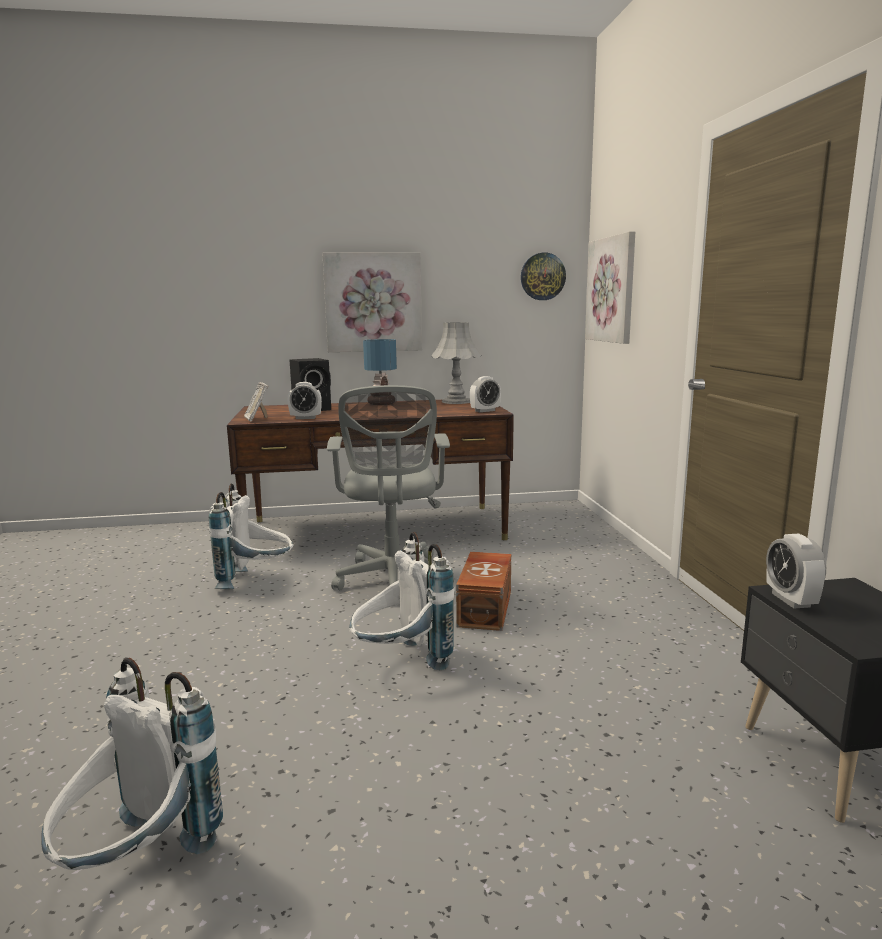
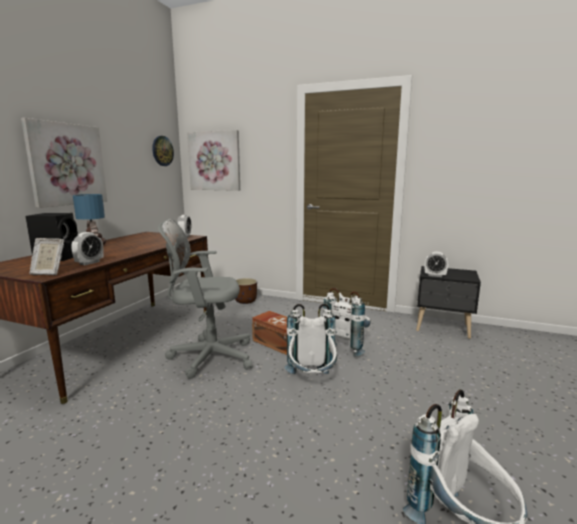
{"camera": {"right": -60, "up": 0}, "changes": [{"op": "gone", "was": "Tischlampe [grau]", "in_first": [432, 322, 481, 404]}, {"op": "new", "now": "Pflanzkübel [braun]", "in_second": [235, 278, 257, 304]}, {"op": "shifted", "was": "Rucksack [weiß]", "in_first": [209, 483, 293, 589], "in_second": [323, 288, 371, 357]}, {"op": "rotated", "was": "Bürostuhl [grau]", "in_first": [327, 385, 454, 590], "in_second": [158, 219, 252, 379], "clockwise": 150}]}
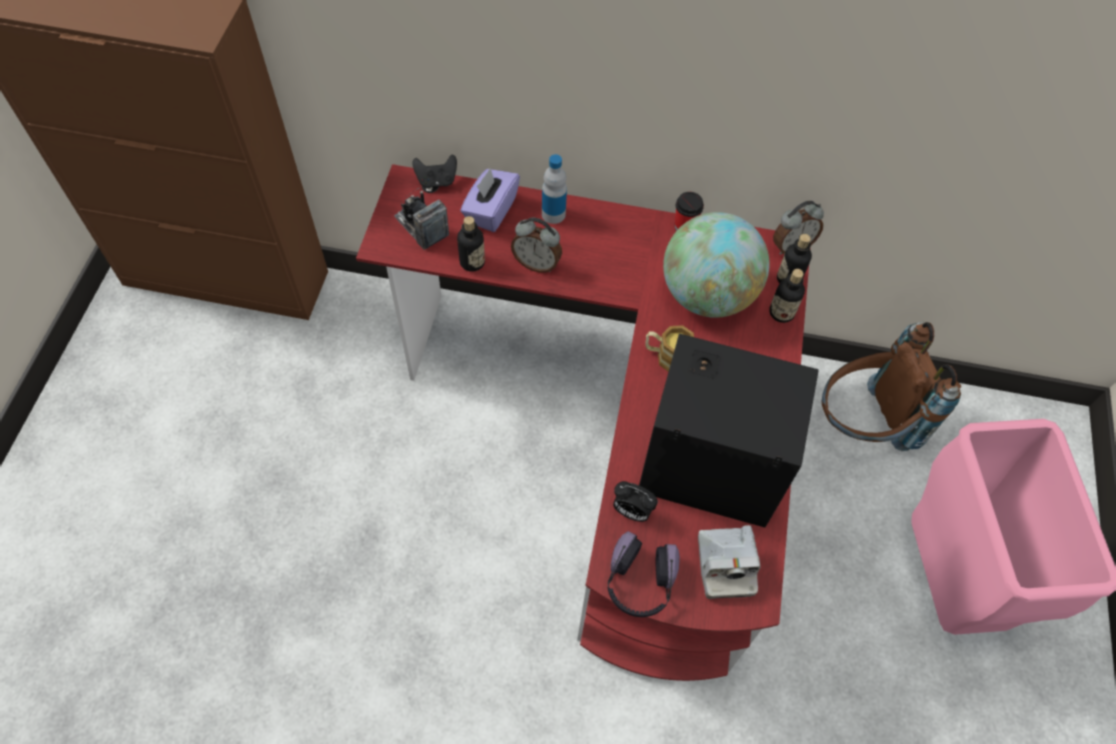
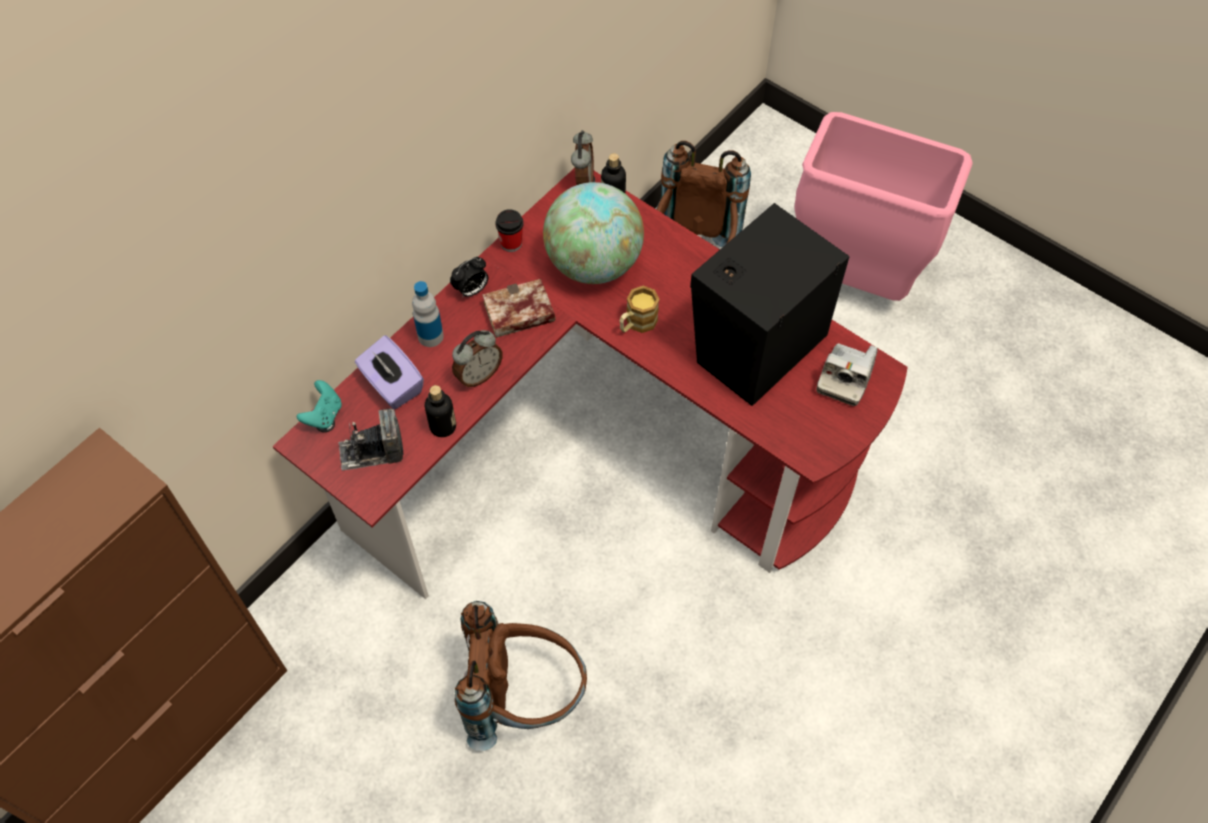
{"camera": {"right": -60, "up": 0}, "changes": [{"op": "gone", "was": "Kopfhörer", "in_first": [608, 531, 680, 617]}, {"op": "gone", "was": "Flasche", "in_first": [769, 269, 805, 323]}, {"op": "new", "now": "Rucksack [braun]", "in_second": [455, 601, 587, 751]}, {"op": "new", "now": "Buch", "in_second": [482, 279, 556, 338]}, {"op": "shifted", "was": "Wecker", "in_first": [613, 481, 658, 522], "in_second": [450, 257, 488, 298]}, {"op": "repainted", "was": "Gamepad [schwarz]", "now": "Gamepad [türkis]", "in_first": [412, 154, 457, 188], "in_second": [297, 380, 342, 429]}, {"op": "rotated", "was": "Kamera", "in_first": [698, 525, 760, 599], "in_second": [816, 343, 878, 406], "clockwise": 90}]}
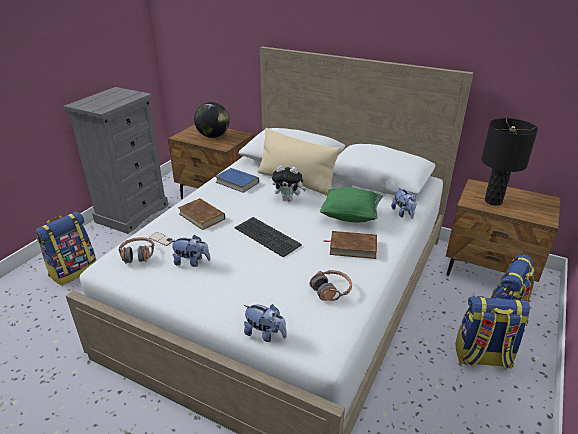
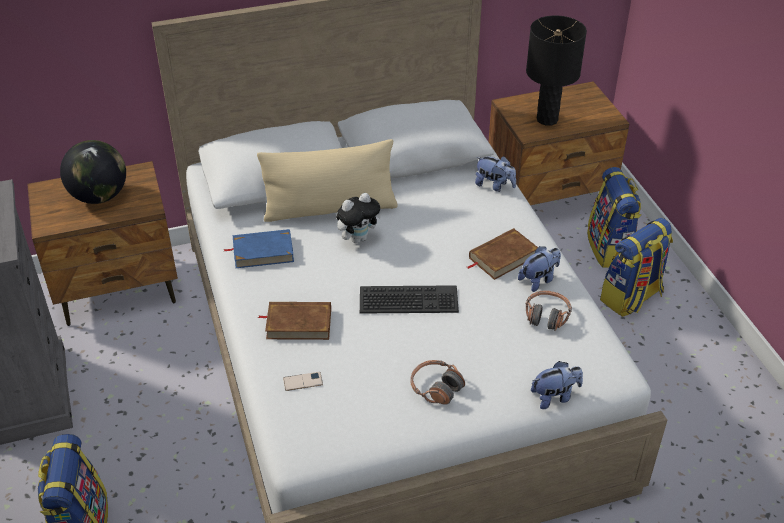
{"camera": {"right": -45, "up": 10}, "changes": [{"op": "gone", "was": "Kissen [grün]", "in_first": [320, 187, 383, 222]}, {"op": "shifted", "was": "Kopfhörer", "in_first": [118, 237, 154, 264], "in_second": [411, 360, 465, 405]}, {"op": "shifted", "was": "Plüschtier", "in_first": [170, 235, 211, 267], "in_second": [518, 246, 561, 292]}]}
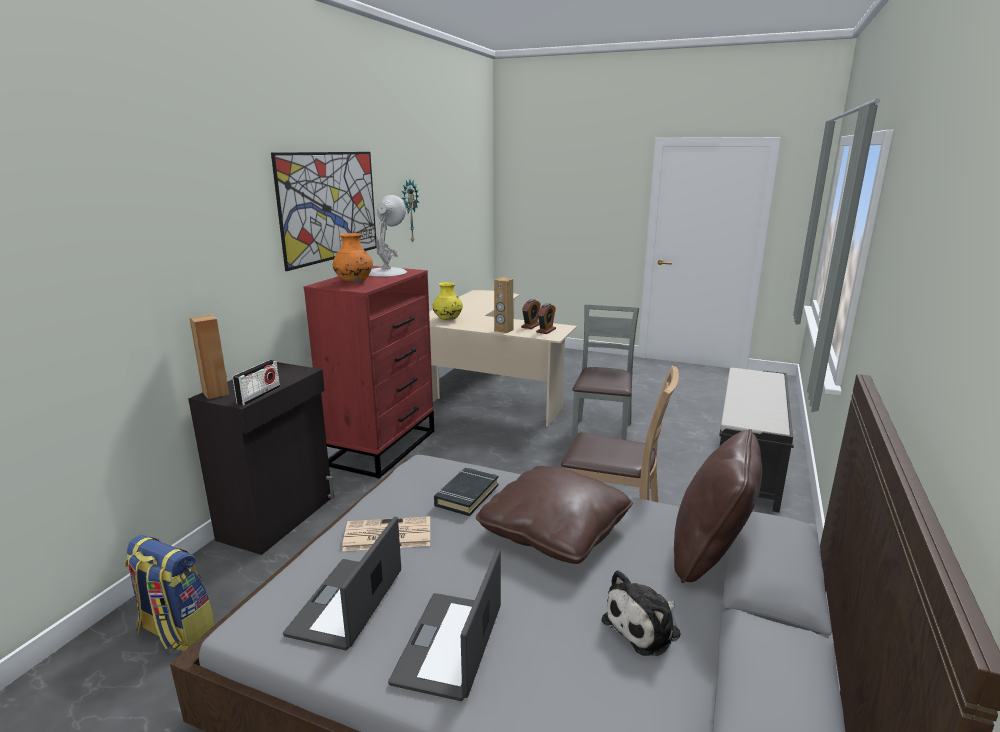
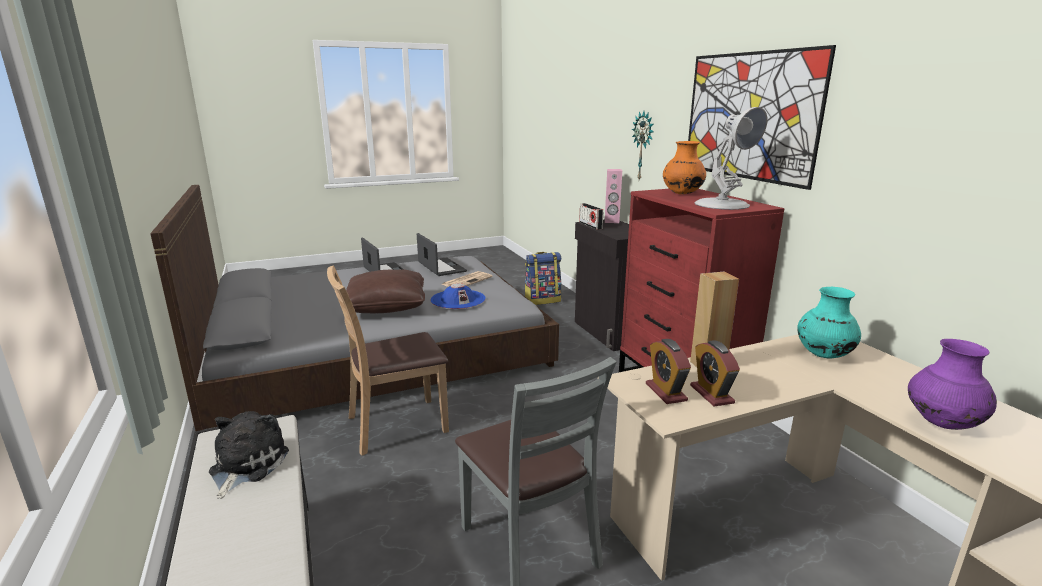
{"camera": {"right": 135, "up": 0}, "changes": [{"op": "gone", "was": "Kissen [braun]", "in_first": [674, 429, 762, 583]}, {"op": "new", "now": "Vase [lila]", "in_second": [908, 339, 997, 430]}, {"op": "shifted", "was": "Wanduhr", "in_first": [402, 180, 419, 242], "in_second": [632, 111, 654, 180]}, {"op": "shifted", "was": "Plüschtier", "in_first": [601, 570, 681, 656], "in_second": [209, 411, 289, 499]}, {"op": "swapped", "was": "Buch [schwarz]", "now": "Hut [blau]", "in_first": [434, 467, 499, 516], "in_second": [430, 283, 486, 309]}, {"op": "repainted", "was": "Lautsprecher [braun]", "now": "Lautsprecher [rosa]", "in_first": [189, 314, 229, 399], "in_second": [605, 169, 622, 223]}, {"op": "repainted", "was": "Vase [gelb]", "now": "Vase [türkis]", "in_first": [432, 282, 463, 320], "in_second": [797, 287, 861, 359]}]}
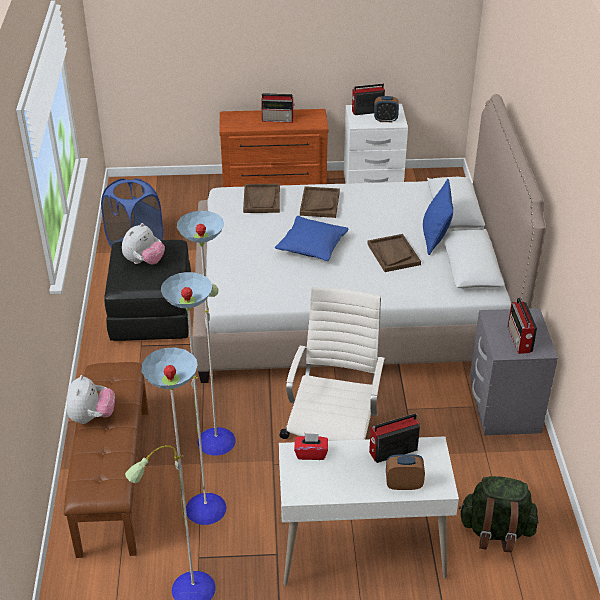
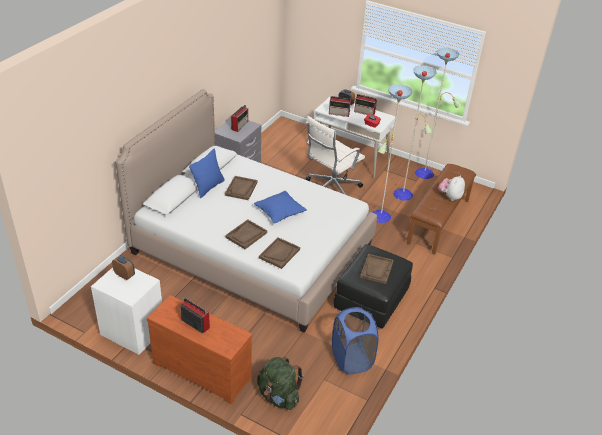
{"camera": {"right": -150, "up": 0}, "changes": [{"op": "shifted", "was": "Radio", "in_first": [352, 84, 385, 115], "in_second": [354, 94, 377, 115]}, {"op": "shifted", "was": "Rucksack [grün]", "in_first": [459, 476, 539, 552], "in_second": [257, 357, 303, 410]}, {"op": "swapped", "was": "Plüschtier", "now": "Tablett [braun]", "in_first": [122, 223, 165, 265], "in_second": [360, 254, 394, 284]}]}
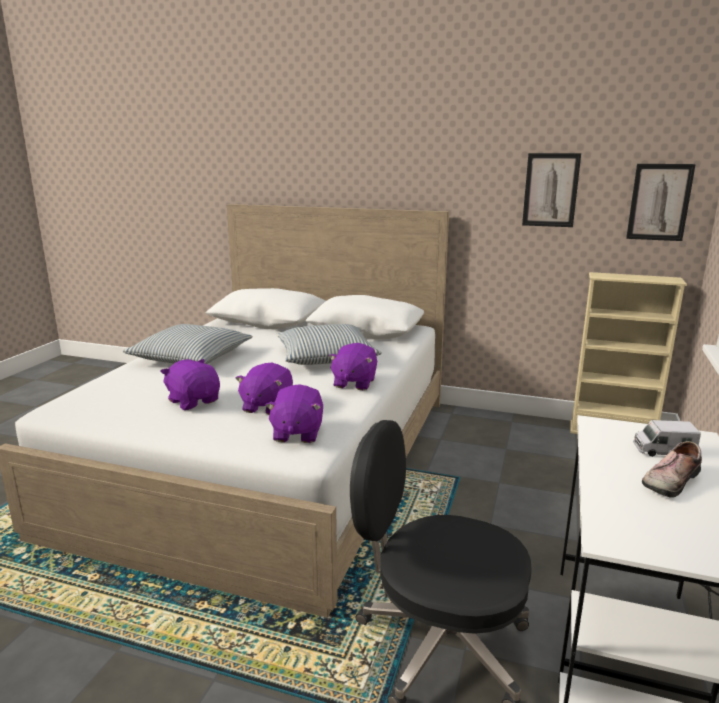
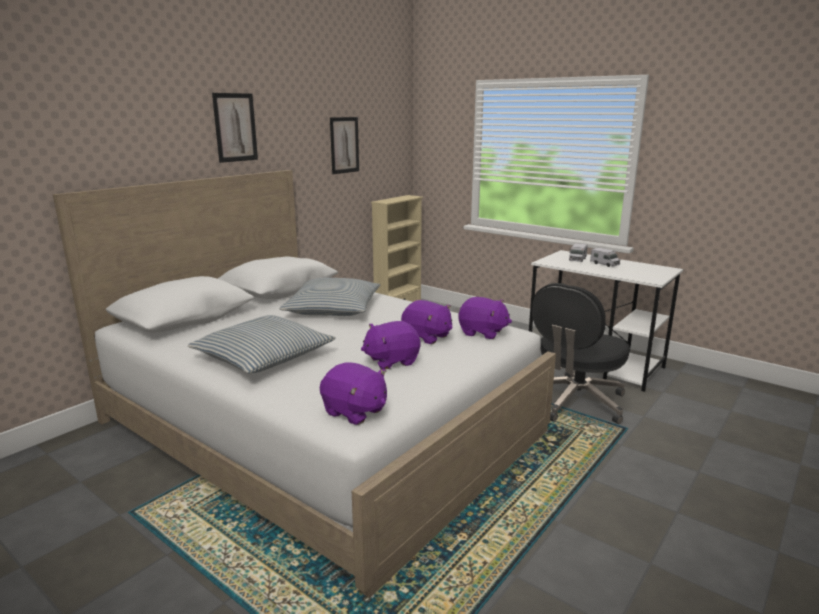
{"camera": {"right": -70, "up": 0}, "changes": [{"op": "shifted", "was": "Plüschtier [lila]", "in_first": [328, 343, 377, 390], "in_second": [320, 363, 387, 425]}, {"op": "shifted", "was": "Bild", "in_first": [626, 164, 696, 241], "in_second": [212, 93, 258, 163]}, {"op": "swapped", "was": "Schuh", "now": "Spielzeuglaster", "in_first": [642, 441, 702, 498], "in_second": [590, 248, 620, 267]}]}
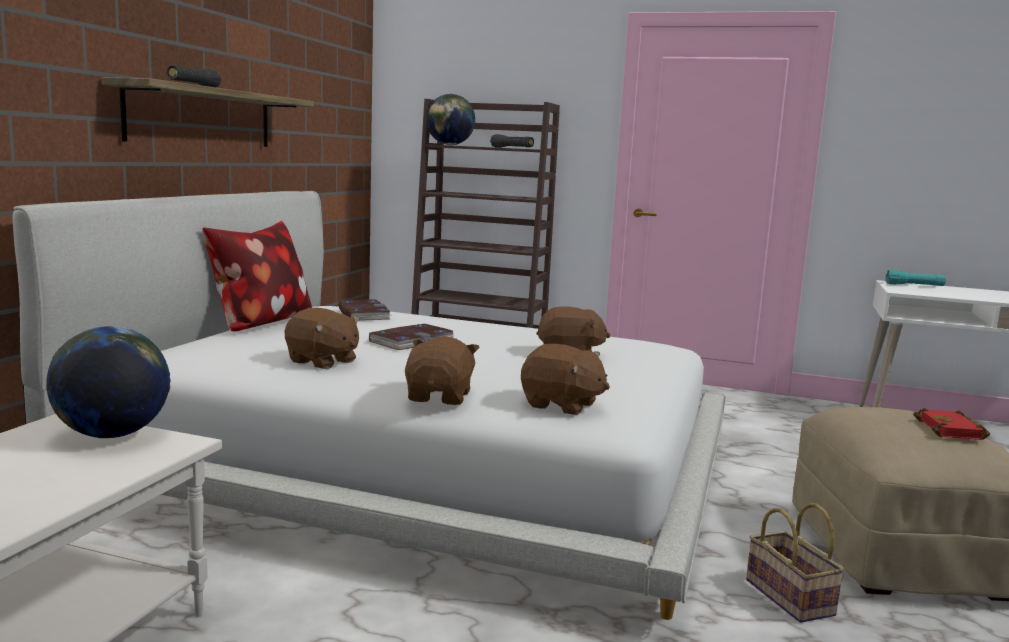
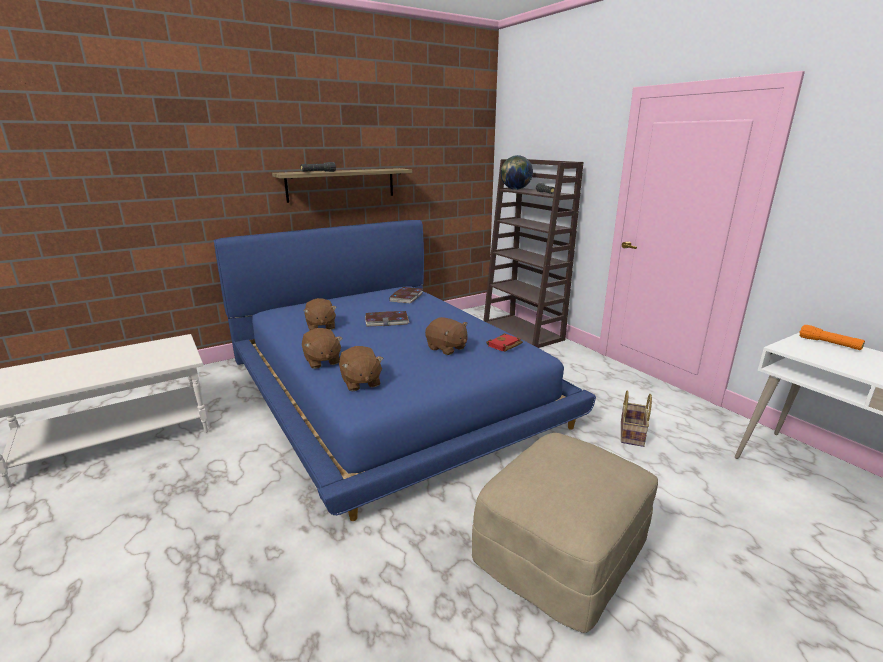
{"camera": {"right": 40, "up": 10}, "changes": [{"op": "gone", "was": "Globus", "in_first": [46, 326, 171, 439]}, {"op": "gone", "was": "Kissen", "in_first": [202, 221, 312, 332]}, {"op": "shifted", "was": "Korb", "in_first": [746, 503, 845, 623], "in_second": [621, 390, 652, 447]}, {"op": "shifted", "was": "Buch [rot]", "in_first": [913, 408, 990, 440], "in_second": [486, 333, 523, 352]}, {"op": "repainted", "was": "Bett [weiß]", "now": "Bett [blau]", "in_first": [13, 191, 725, 620], "in_second": [213, 220, 596, 521]}, {"op": "repainted", "was": "Taschenlampe [türkis]", "now": "Taschenlampe [orange]", "in_first": [885, 270, 946, 286], "in_second": [799, 325, 865, 350]}, {"op": "rotated", "was": "Plüschtier [braun]", "in_first": [405, 336, 480, 405], "in_second": [302, 328, 342, 369], "clockwise": 105}]}
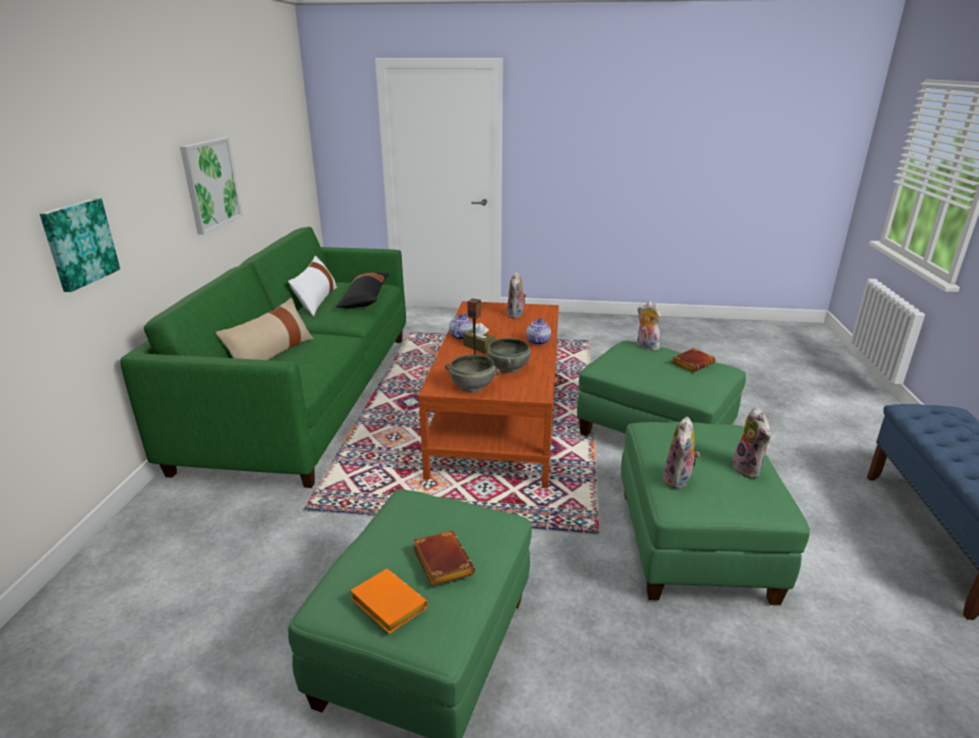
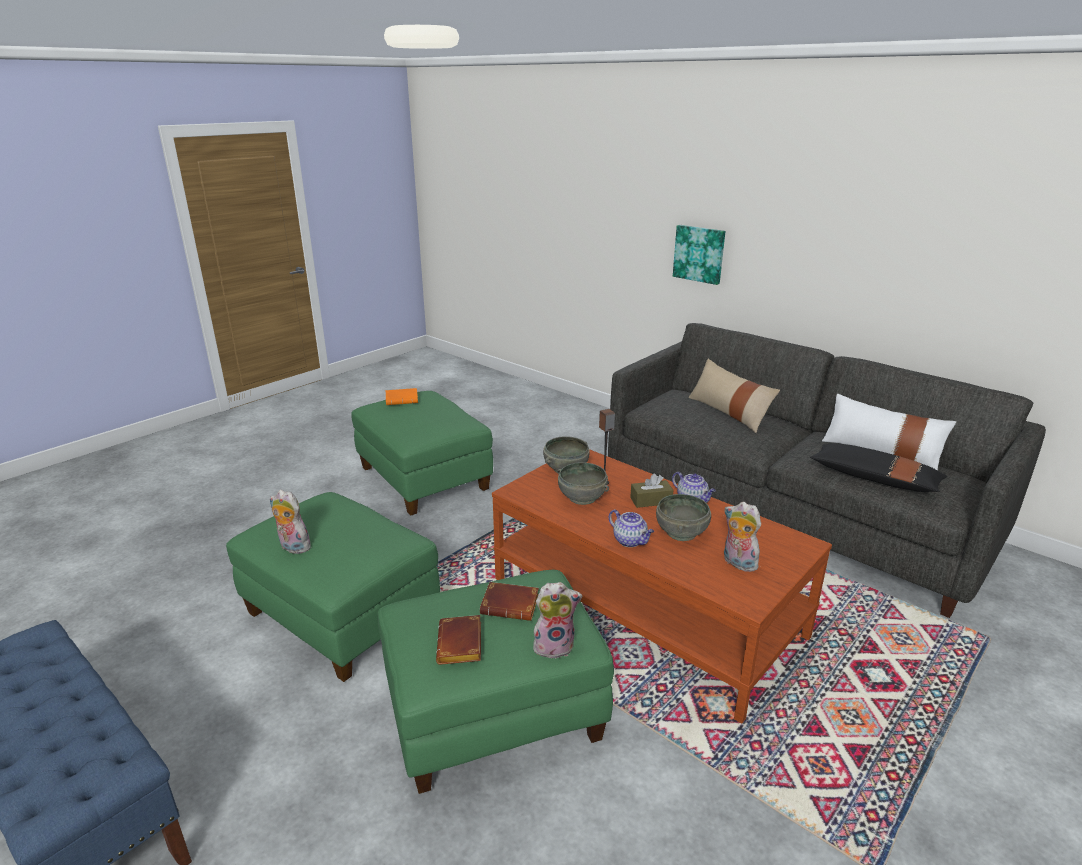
{"camera": {"right": 125, "up": 0}, "changes": [{"op": "gone", "was": "Bild", "in_first": [180, 137, 242, 235]}, {"op": "gone", "was": "Plüschtier", "in_first": [663, 417, 700, 489]}, {"op": "new", "now": "Schüssel [grau]", "in_second": [656, 494, 711, 541]}, {"op": "shifted", "was": "Buch [braun]", "in_first": [413, 531, 475, 586], "in_second": [480, 582, 539, 621]}, {"op": "repainted", "was": "Sofa [grün]", "now": "Sofa [grau]", "in_first": [120, 227, 406, 488], "in_second": [608, 323, 1046, 618]}]}
